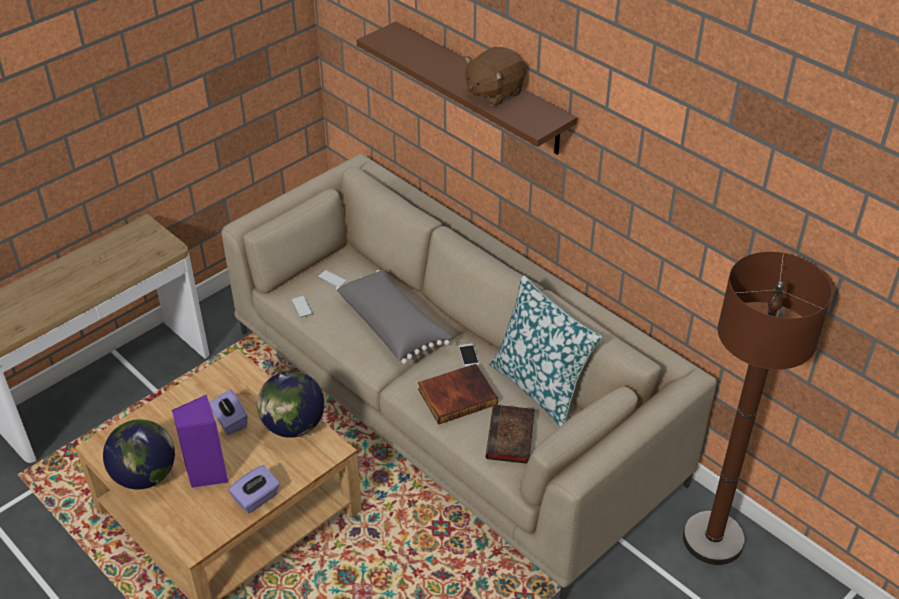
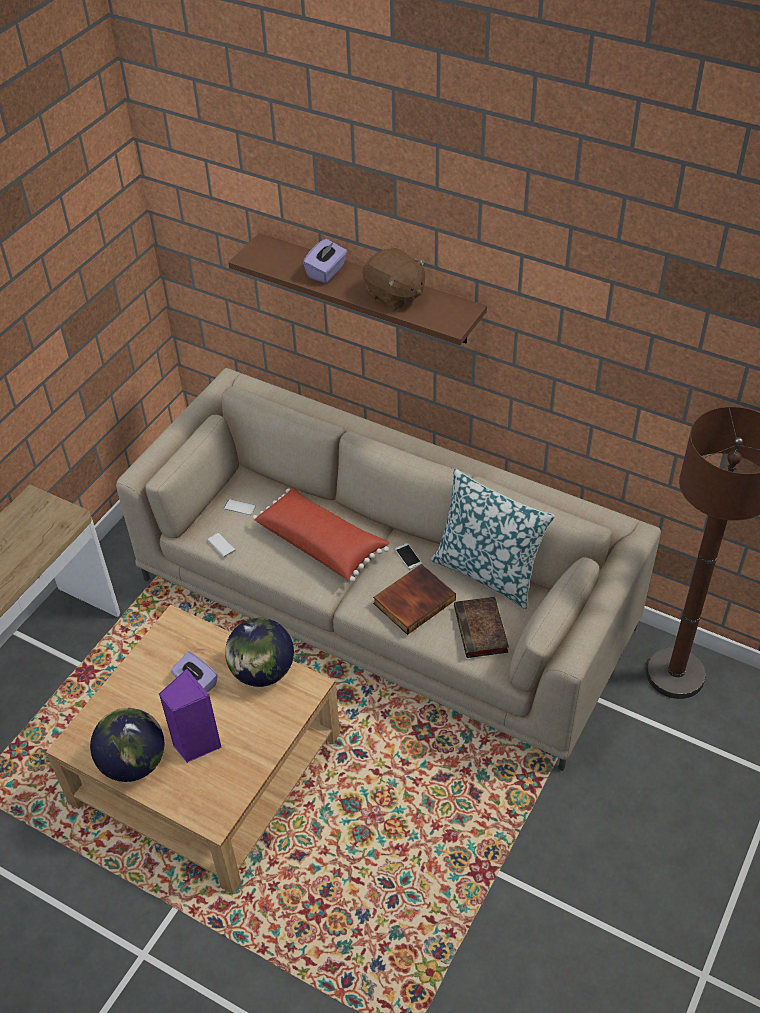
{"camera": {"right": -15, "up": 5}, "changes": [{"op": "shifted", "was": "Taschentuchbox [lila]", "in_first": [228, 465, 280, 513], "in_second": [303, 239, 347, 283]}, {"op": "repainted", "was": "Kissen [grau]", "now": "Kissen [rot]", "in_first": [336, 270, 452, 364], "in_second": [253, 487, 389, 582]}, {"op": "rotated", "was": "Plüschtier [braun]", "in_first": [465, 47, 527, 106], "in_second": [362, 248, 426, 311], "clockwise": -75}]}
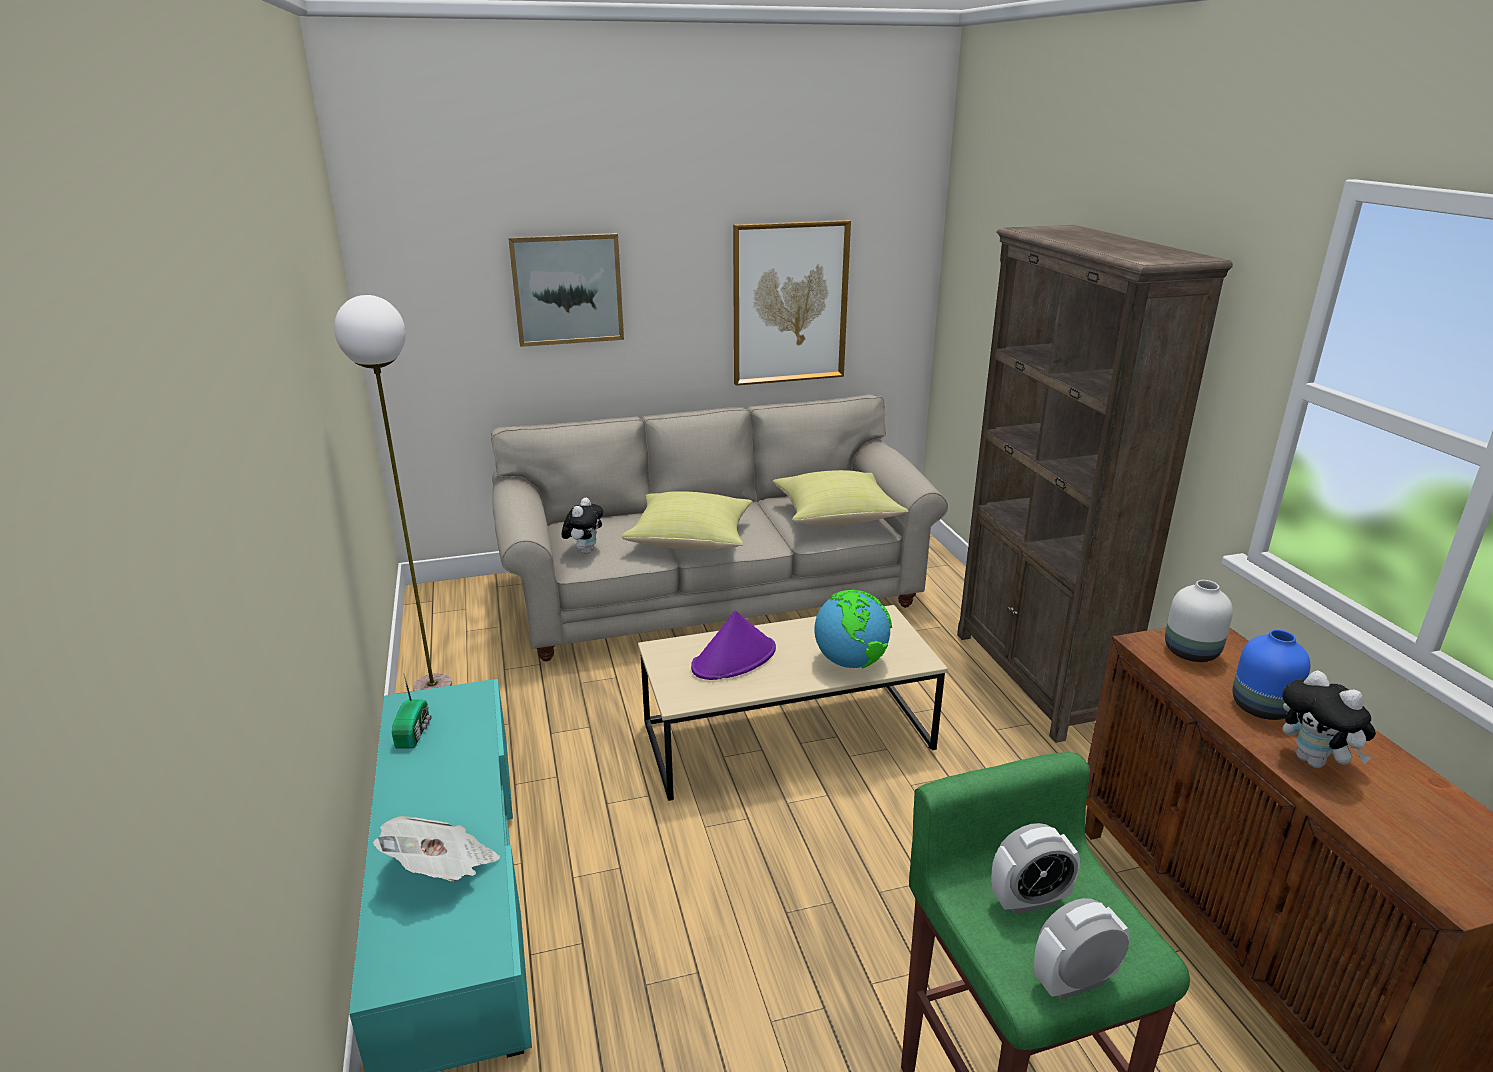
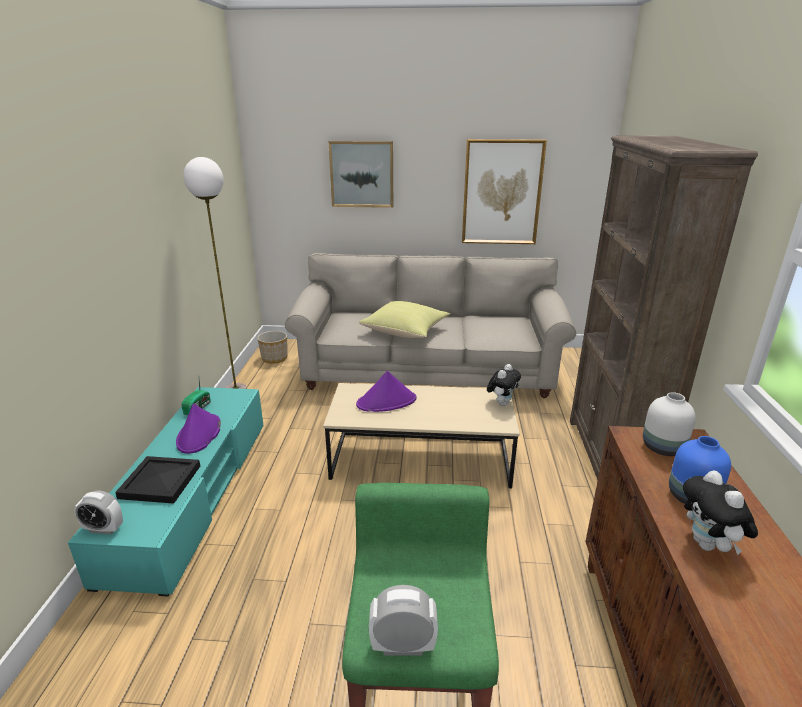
{"camera": {"right": 20, "up": 0}, "changes": [{"op": "gone", "was": "Kissen [gelb]", "in_first": [773, 470, 908, 525]}, {"op": "gone", "was": "Globus", "in_first": [815, 590, 892, 668]}, {"op": "new", "now": "Hut [lila]", "in_second": [176, 403, 221, 454]}, {"op": "new", "now": "Pflanzkübel", "in_second": [257, 331, 288, 364]}, {"op": "shifted", "was": "Plüschtier", "in_first": [562, 498, 603, 554], "in_second": [487, 364, 521, 406]}, {"op": "shifted", "was": "Wecker", "in_first": [991, 823, 1080, 914], "in_second": [74, 490, 123, 534]}, {"op": "swapped", "was": "Zeitung", "now": "Tablett [schwarz]", "in_first": [372, 816, 500, 881], "in_second": [115, 456, 200, 504]}]}
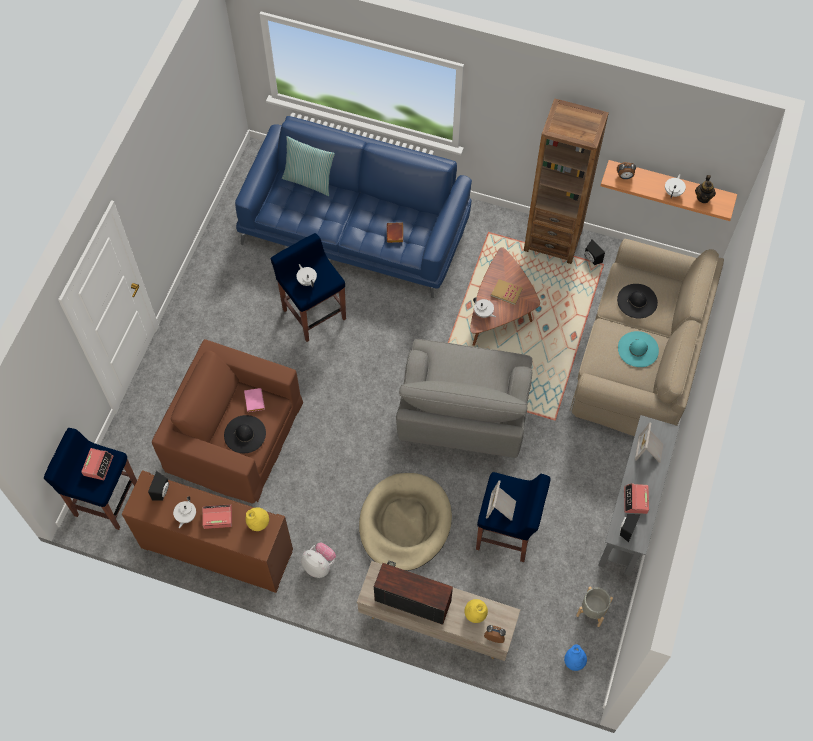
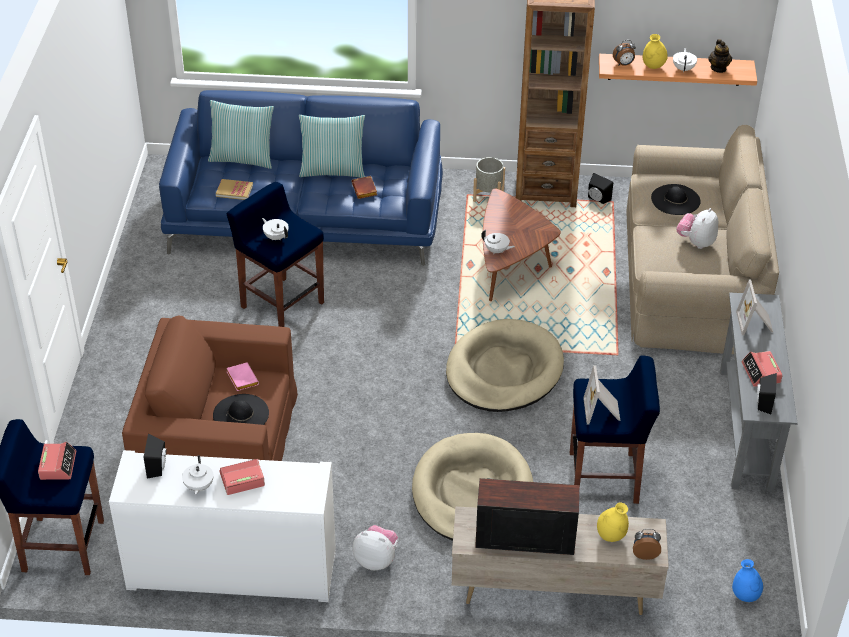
{"camera": {"right": -15, "up": -20}, "changes": [{"op": "new", "now": "Kissen", "in_second": [299, 115, 365, 178]}, {"op": "shifted", "was": "Vase [gelb]", "in_first": [245, 507, 269, 531], "in_second": [643, 34, 668, 69]}, {"op": "shifted", "was": "Buch", "in_first": [491, 279, 523, 305], "in_second": [216, 179, 253, 200]}, {"op": "shifted", "was": "Pflanzkübel [grau]", "in_first": [576, 587, 613, 627], "in_second": [473, 157, 505, 202]}, {"op": "swapped", "was": "Sessel [grau]", "now": "Hundebett [beige]", "in_first": [396, 339, 532, 458], "in_second": [446, 319, 564, 412]}, {"op": "swapped", "was": "Hut [türkis]", "now": "Plüschtier", "in_first": [618, 331, 659, 367], "in_second": [676, 208, 718, 249]}, {"op": "repainted", "was": "Schrank [braun]", "now": "Schrank [weiß]", "in_first": [122, 470, 293, 593], "in_second": [109, 450, 336, 602]}]}
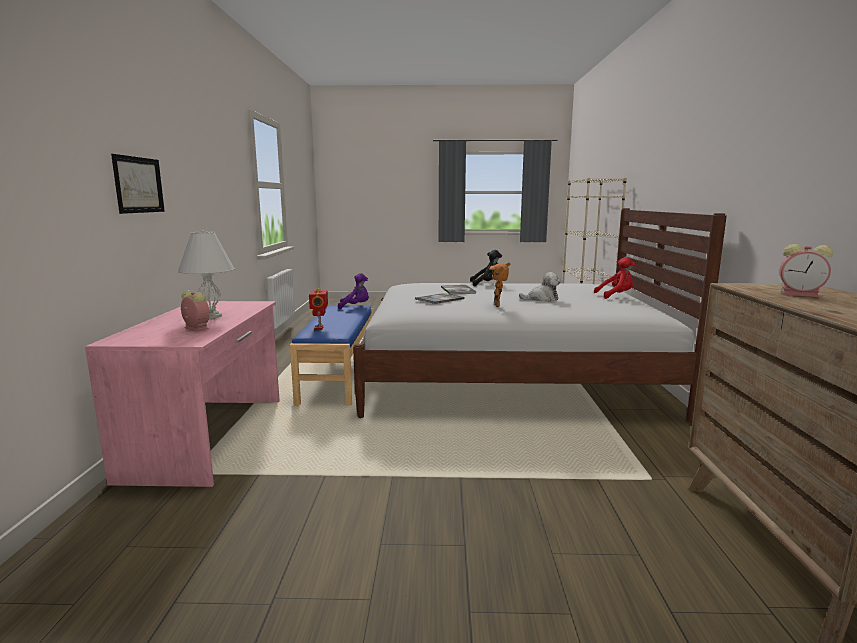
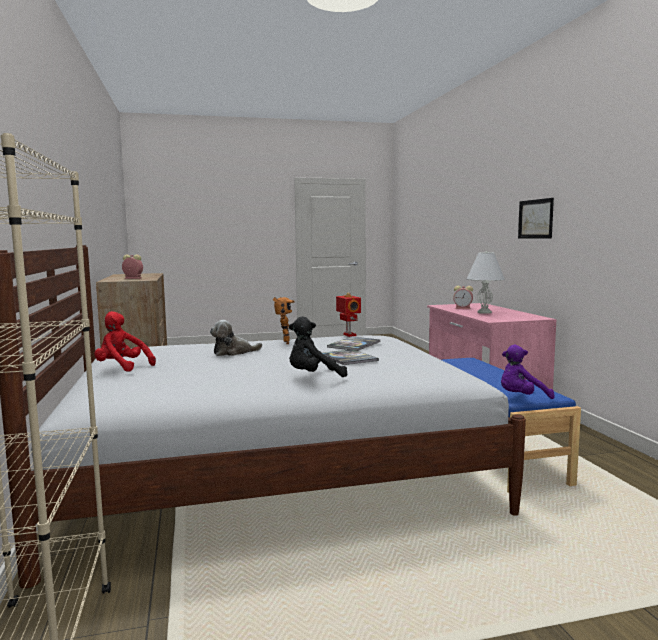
{"camera": {"right": 165, "up": -5}, "changes": [{"op": "shifted", "was": "Spielzeugroboter", "in_first": [309, 288, 328, 330], "in_second": [336, 292, 361, 337]}, {"op": "rotated", "was": "Plüschtier [rot]", "in_first": [594, 257, 635, 299], "in_second": [94, 311, 156, 372], "clockwise": 45}]}
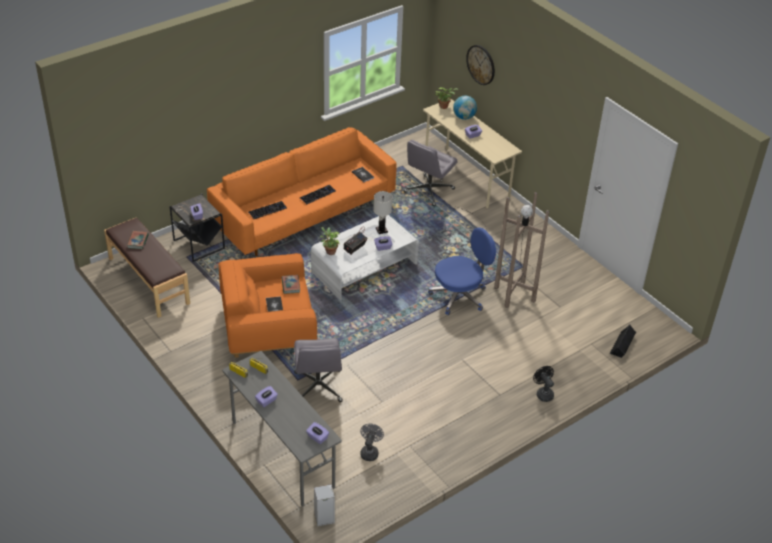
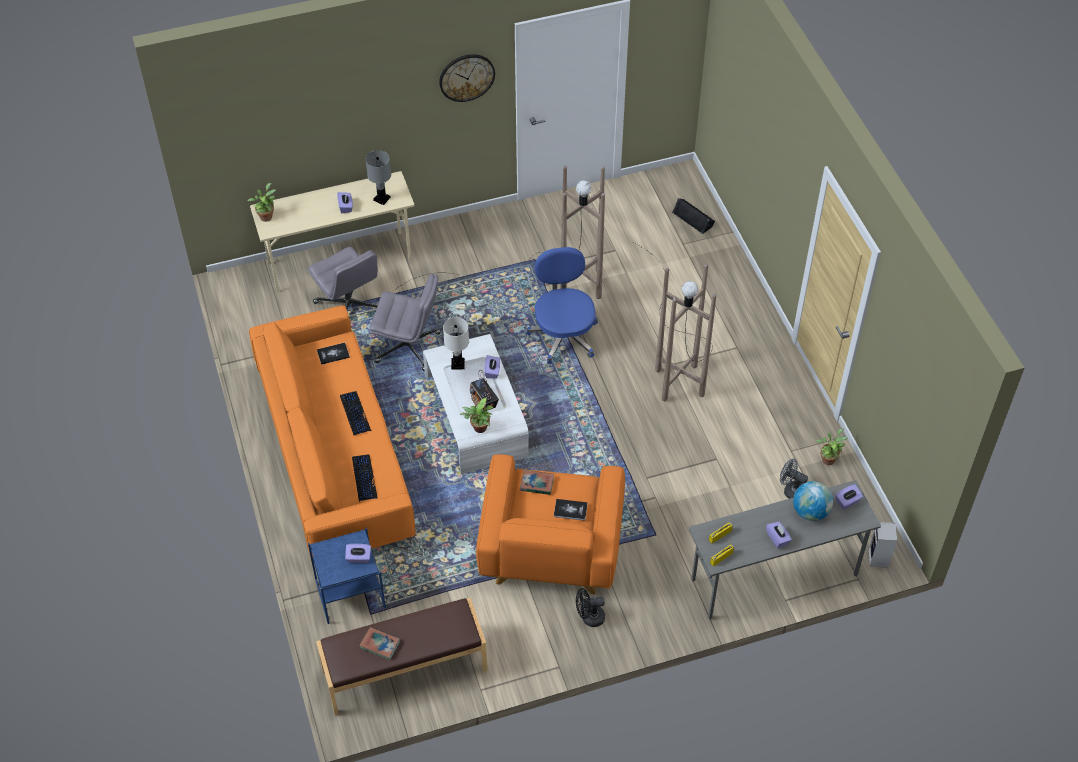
{"camera": {"right": -70, "up": 10}, "changes": [{"op": "new", "now": "Tischlampe [grau]", "in_second": [366, 150, 391, 205]}, {"op": "new", "now": "Stehlampe [braun]", "in_second": [633, 242, 717, 401]}, {"op": "new", "now": "Topfpflanze", "in_second": [815, 428, 848, 465]}, {"op": "shifted", "was": "Bürostuhl [grau]", "in_first": [294, 338, 343, 402], "in_second": [369, 274, 440, 371]}, {"op": "shifted", "was": "Globus", "in_first": [453, 96, 477, 120], "in_second": [793, 481, 833, 521]}, {"op": "shifted", "was": "Wanduhr", "in_first": [466, 45, 495, 85], "in_second": [439, 54, 495, 102]}, {"op": "shifted", "was": "Ventilator [schwarz]", "in_first": [533, 366, 554, 402], "in_second": [576, 588, 605, 627]}, {"op": "repainted", "was": "Beistelltisch [schwarz]", "now": "Beistelltisch [blau]", "in_first": [169, 193, 225, 262], "in_second": [308, 527, 386, 624]}]}
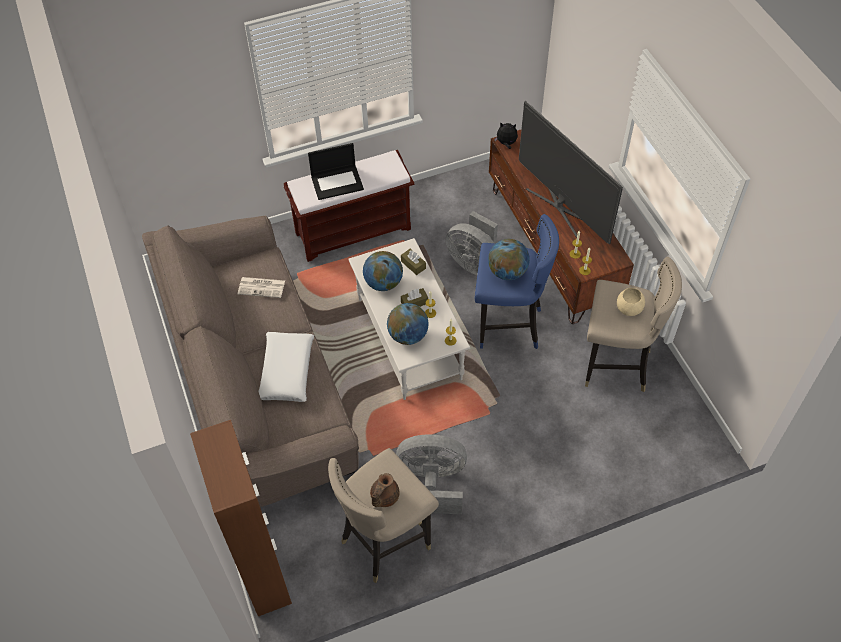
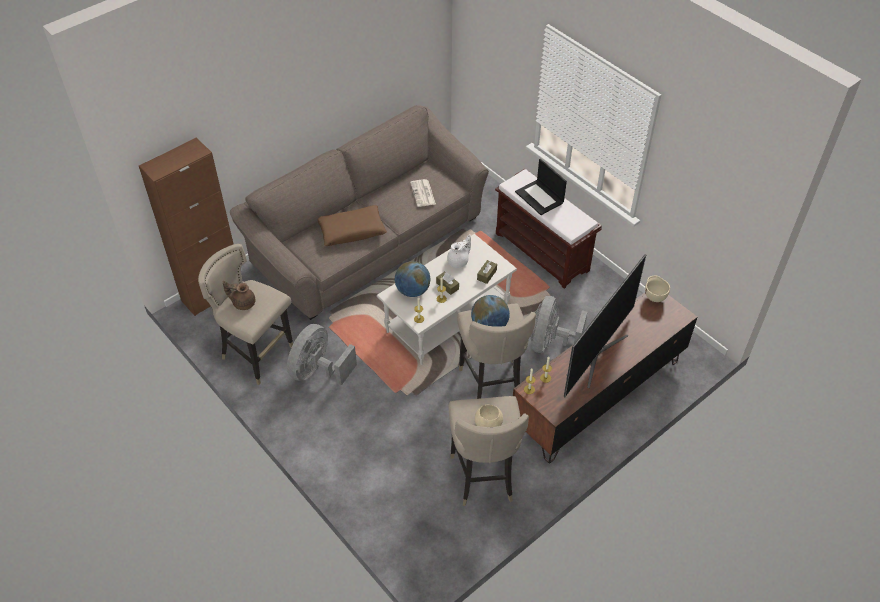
{"camera": {"right": 70, "up": -5}, "changes": [{"op": "swapped", "was": "Globus", "now": "Teekanne [weiß]", "in_first": [363, 251, 403, 291], "in_second": [447, 234, 471, 268]}, {"op": "swapped", "was": "Plüschtier", "now": "Schüssel [beige]", "in_first": [494, 122, 518, 149], "in_second": [645, 276, 670, 302]}, {"op": "repainted", "was": "Kissen [weiß]", "now": "Kissen [braun]", "in_first": [258, 332, 314, 402], "in_second": [317, 205, 387, 246]}, {"op": "repainted", "was": "Hocker [blau]", "now": "Hocker [beige]", "in_first": [475, 214, 559, 349], "in_second": [457, 304, 536, 399]}, {"op": "rotated", "was": "Ventilator [grau]", "in_first": [396, 434, 467, 514], "in_second": [287, 324, 357, 386], "clockwise": -135}]}
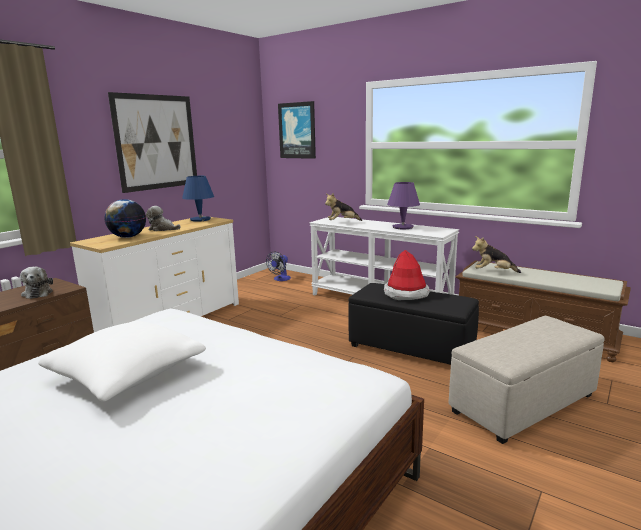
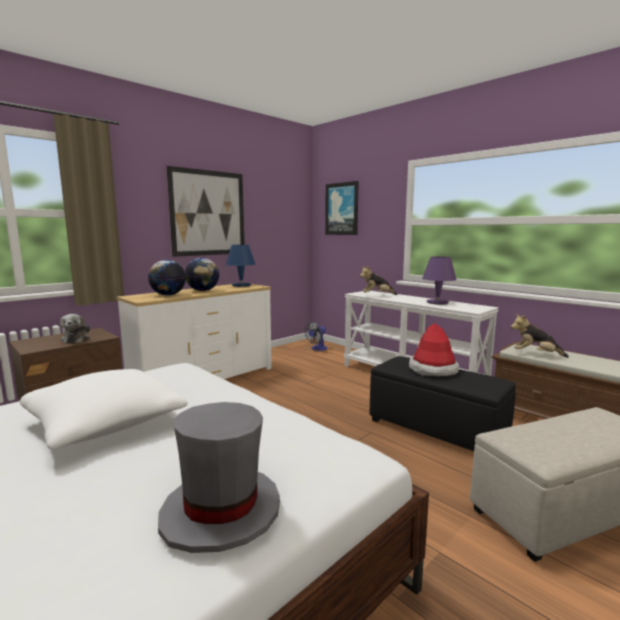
{"camera": {"right": 10, "up": -5}, "changes": [{"op": "new", "now": "Hut [grau]", "in_second": [158, 402, 280, 553]}, {"op": "swapped", "was": "Plüschtier", "now": "Globus", "in_first": [146, 206, 181, 231], "in_second": [185, 258, 219, 291]}]}
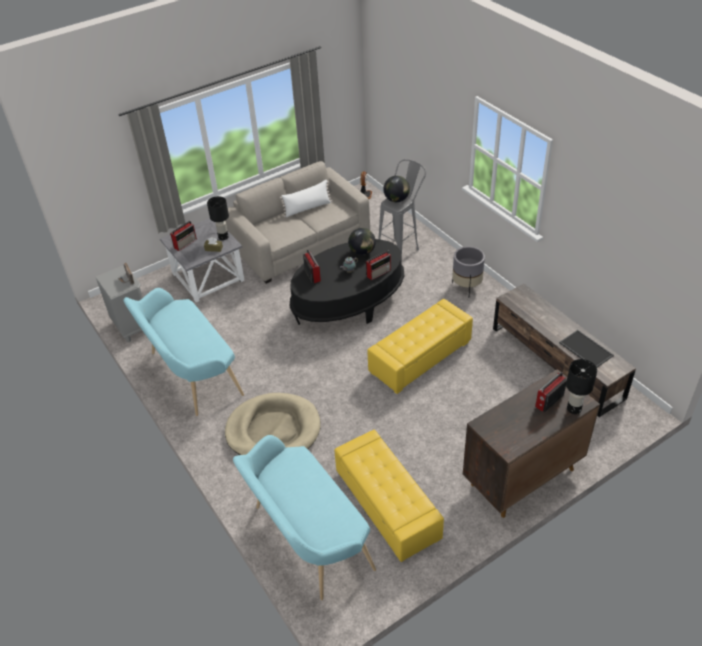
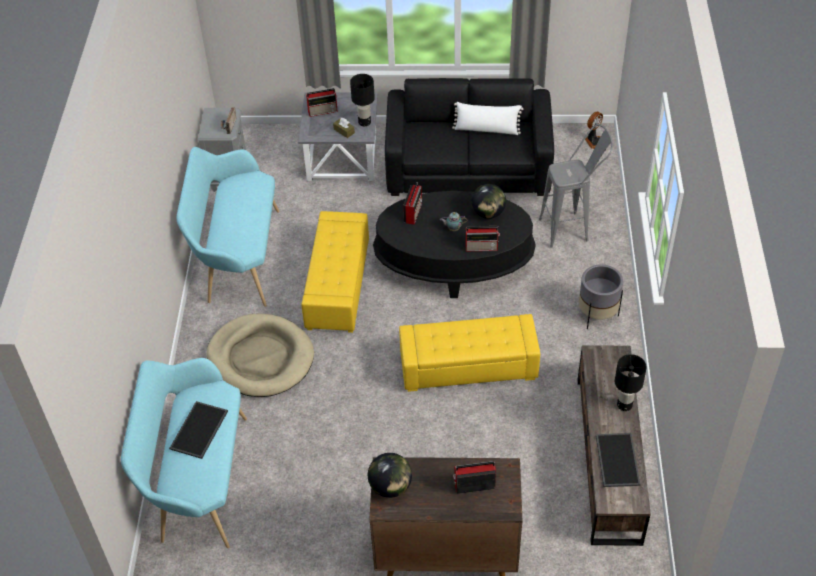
{"camera": {"right": 35, "up": 5}, "changes": [{"op": "new", "now": "Tablett", "in_second": [169, 401, 228, 459]}, {"op": "shifted", "was": "Polsterhocker [gelb]", "in_first": [334, 430, 444, 562], "in_second": [301, 211, 369, 333]}, {"op": "shifted", "was": "Globus", "in_first": [383, 176, 410, 202], "in_second": [368, 453, 412, 498]}, {"op": "shifted", "was": "Tischlampe [schwarz]", "in_first": [566, 359, 597, 414], "in_second": [615, 354, 647, 411]}, {"op": "repainted", "was": "Sofa [beige]", "now": "Sofa [schwarz]", "in_first": [225, 161, 370, 284], "in_second": [385, 78, 554, 196]}]}
